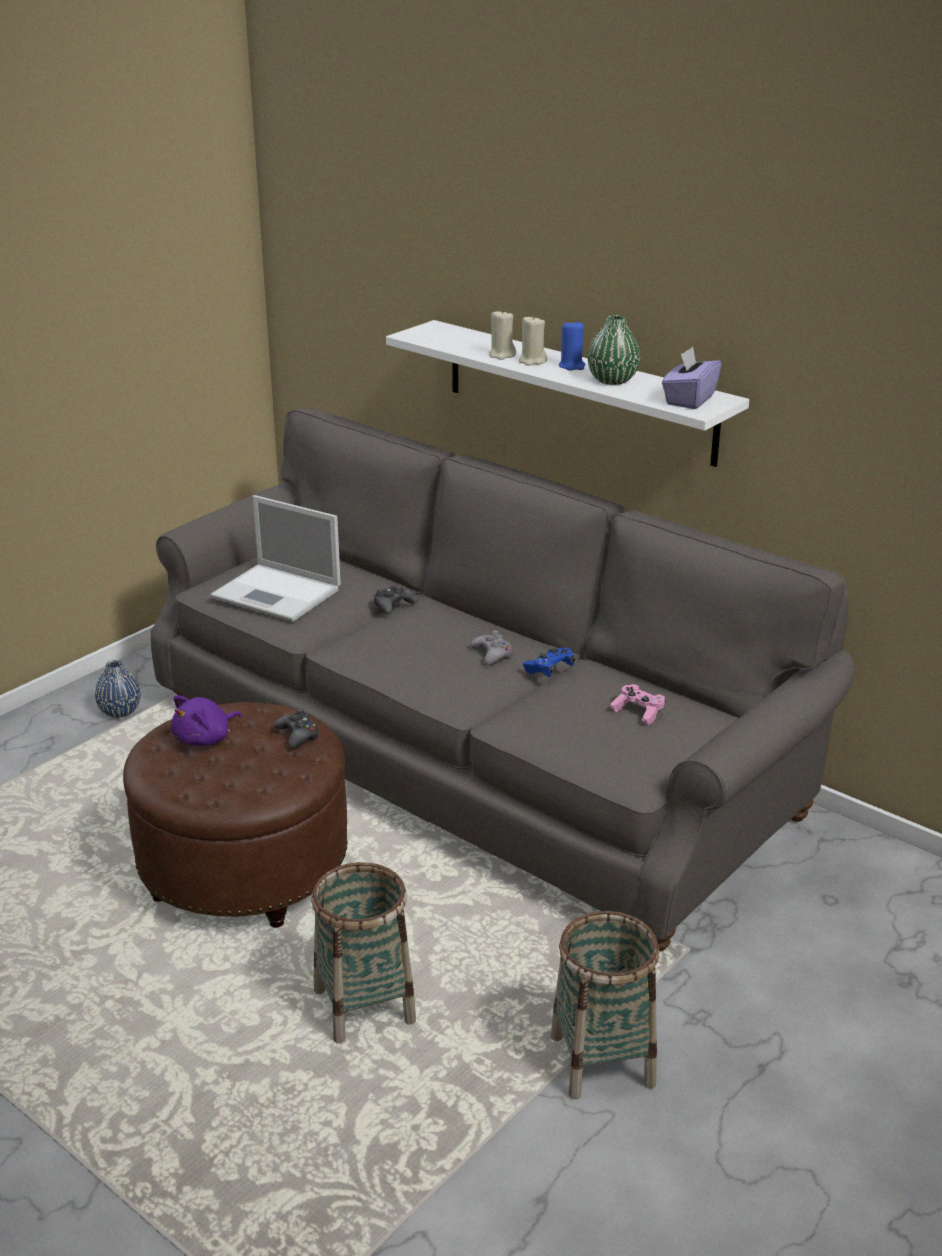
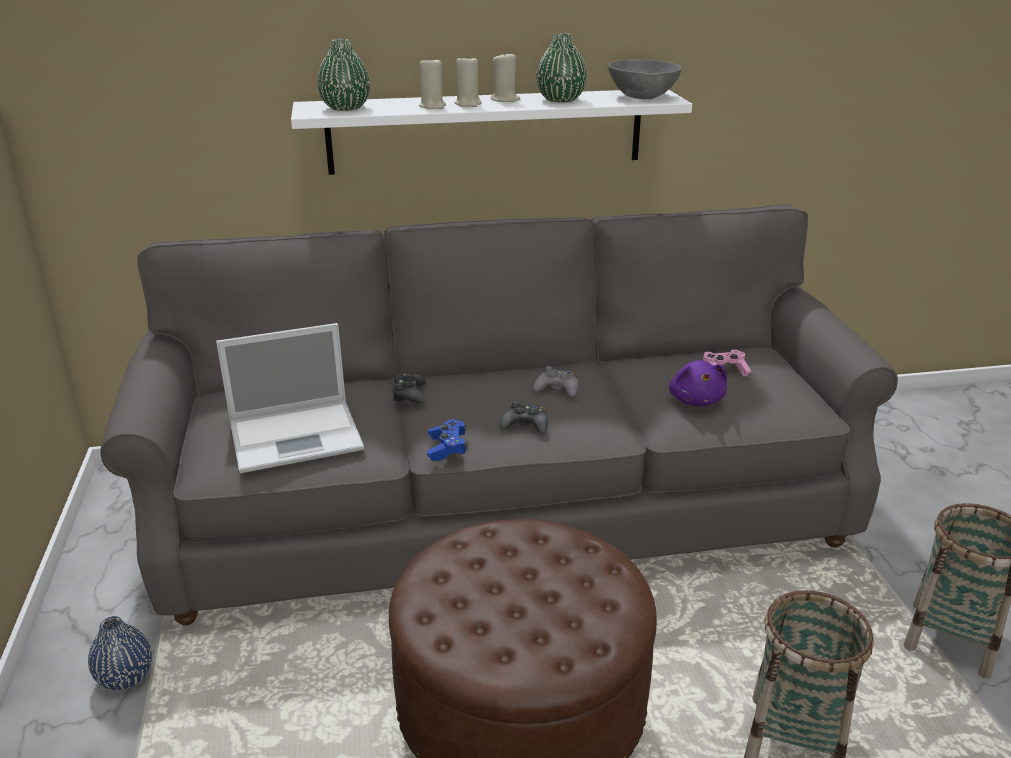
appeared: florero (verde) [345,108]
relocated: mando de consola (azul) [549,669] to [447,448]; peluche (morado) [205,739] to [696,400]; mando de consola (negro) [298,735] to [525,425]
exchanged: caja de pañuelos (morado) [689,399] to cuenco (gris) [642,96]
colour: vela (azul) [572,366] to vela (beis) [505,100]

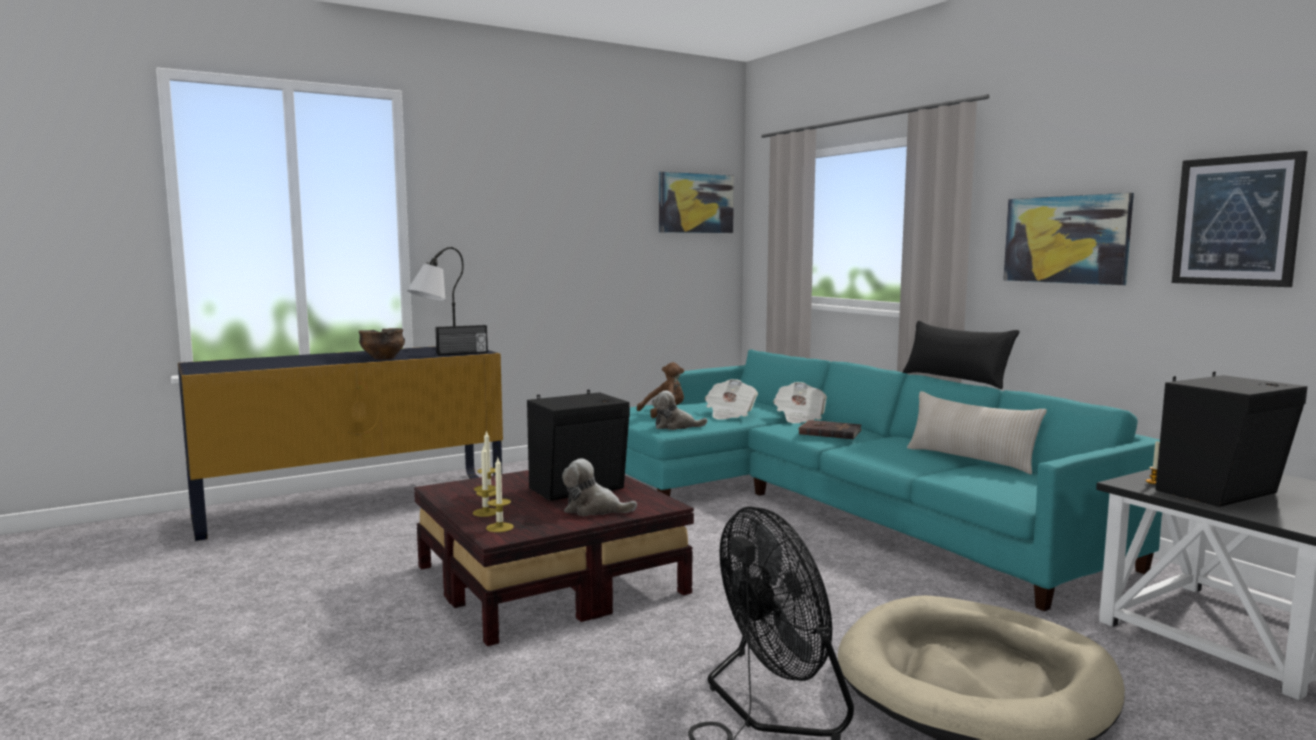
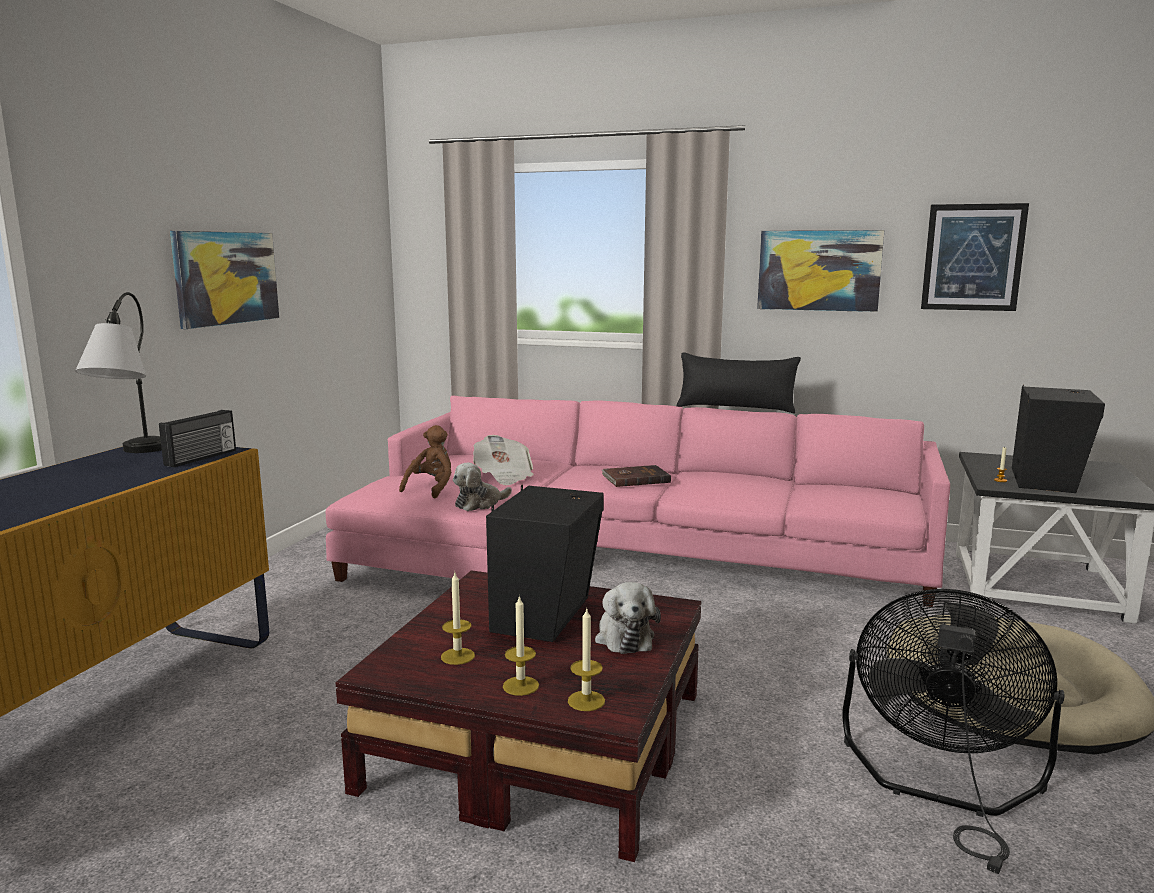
missing: cuenco [383,358]; periódico [799,418]; cojín (beis) [970,459]
relocated: cuadro [695,203] to [226,278]
colour: sofá (turquesa) [820,500] to sofá (rosa) [618,551]
spun: peluche [594,510] = [624,637] 75 degrees counterclockwise

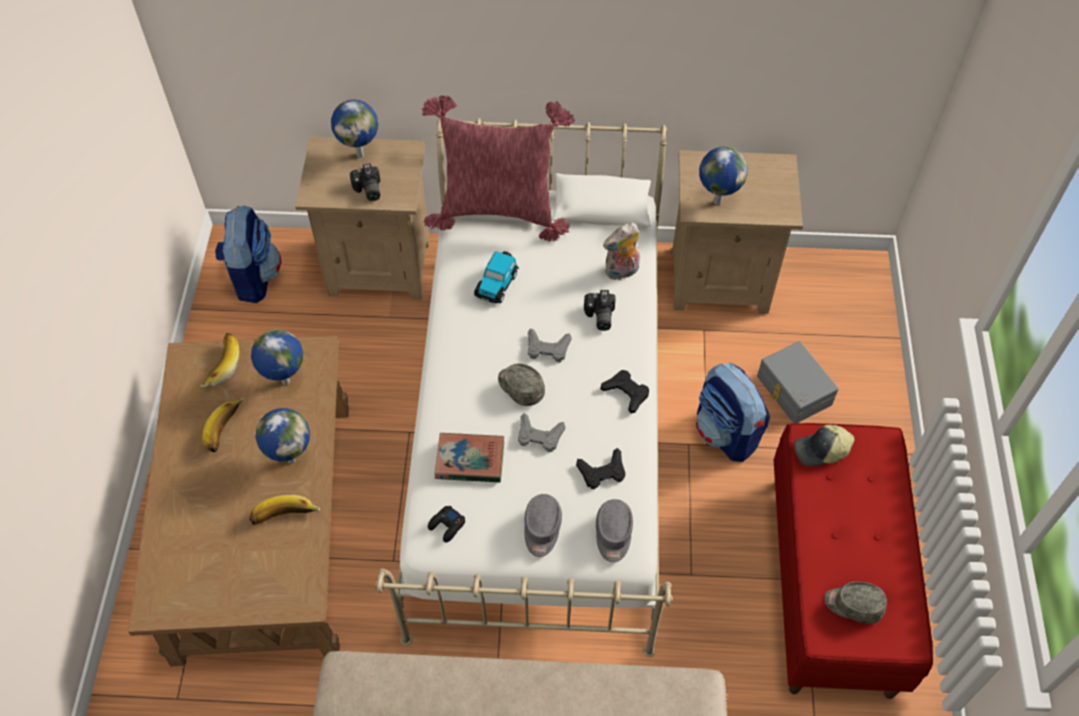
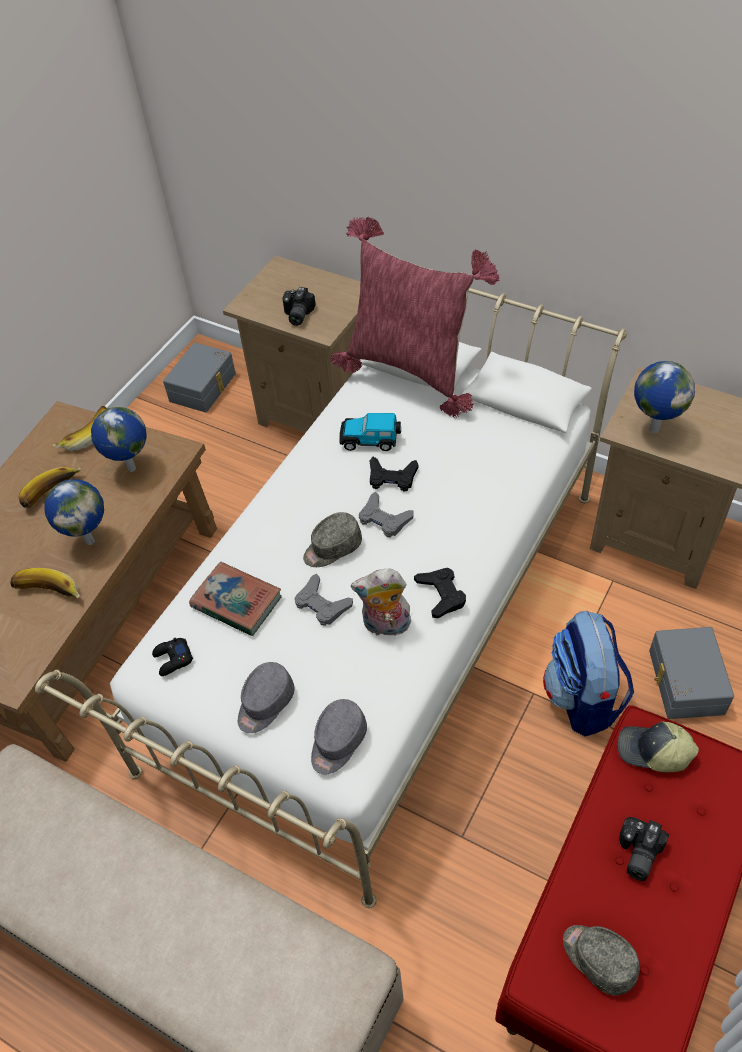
missing: globo terráqueo [360,154]
relocated: peluche [621,272] to [385,626]; cámara [599,317] to [636,853]; mando de consola (negro) [602,472] to [392,477]
exchanged: mochila [253,277] to caja de almacenaje (gris) [204,387]
spun: coche de juguete [497,284] = [370,439] 45 degrees clockwise; gorra (gris) [520,387] = [332,548] 105 degrees counterclockwise

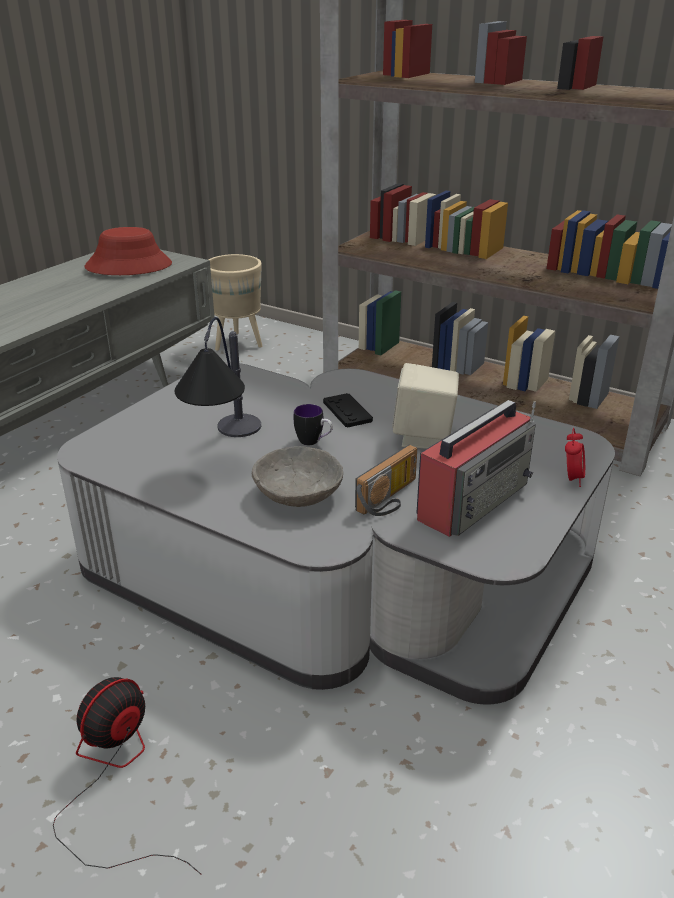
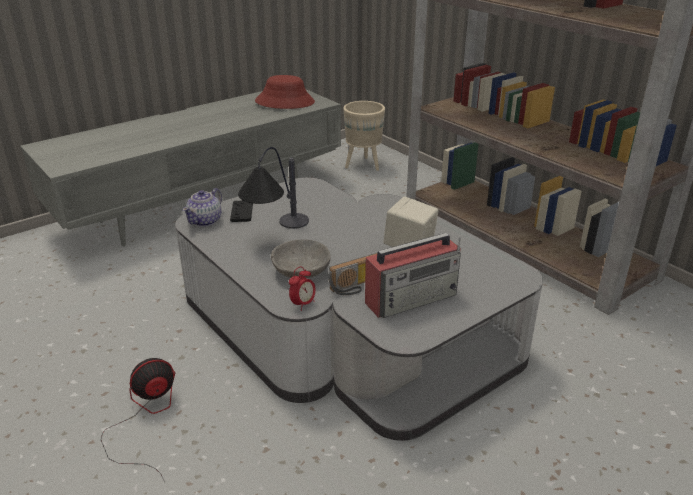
missing: taza grande [314,442]
appeared: tetera [205,221]
relocated: mando de consola (negro) [347,411] to [242,212]; despertador [571,479] to [303,304]

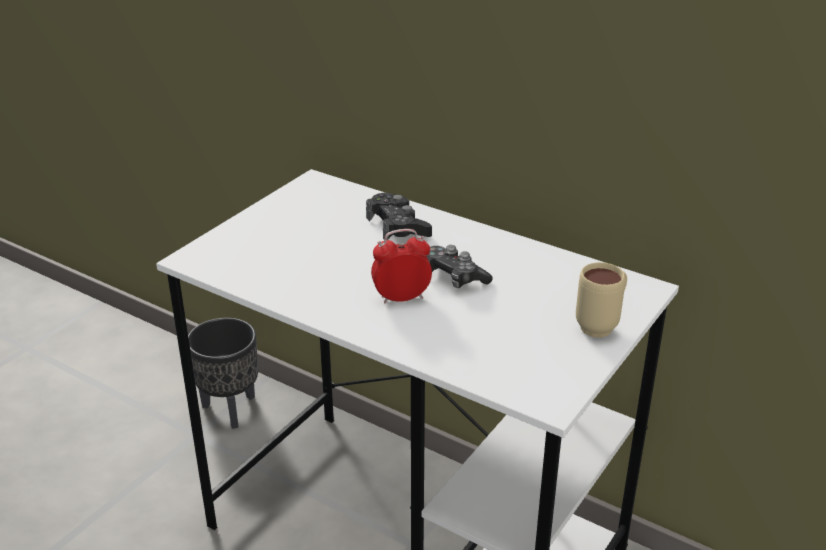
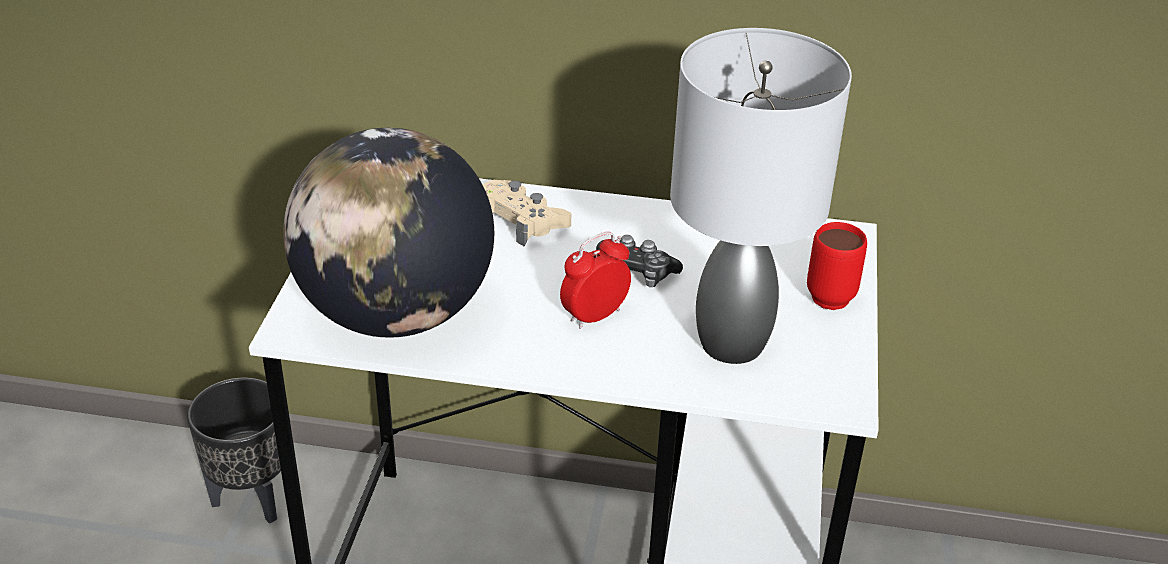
appeared: lámpara de mesa (gris) [729,344]; globo terráqueo [396,314]
colour: mando de consola (negro) [398,226] to mando de consola (beis) [521,220]; taza grande (beis) [602,325] to taza grande (rojo) [833,293]

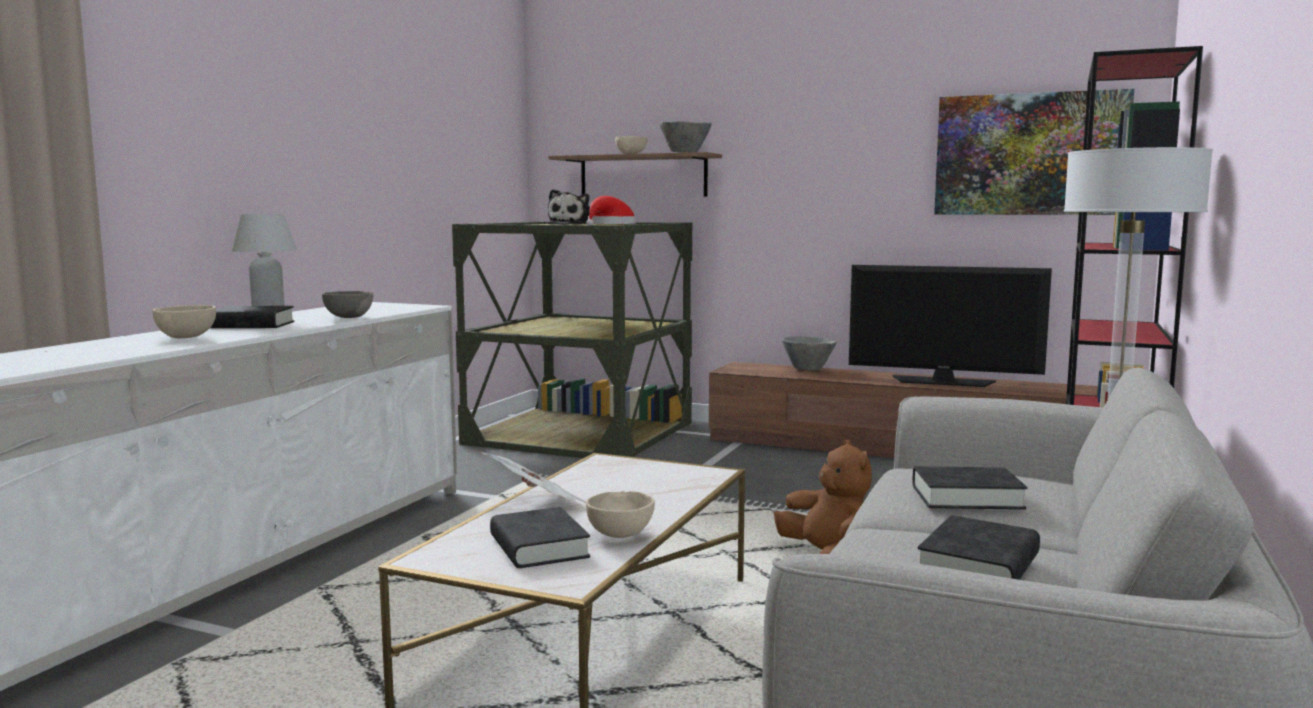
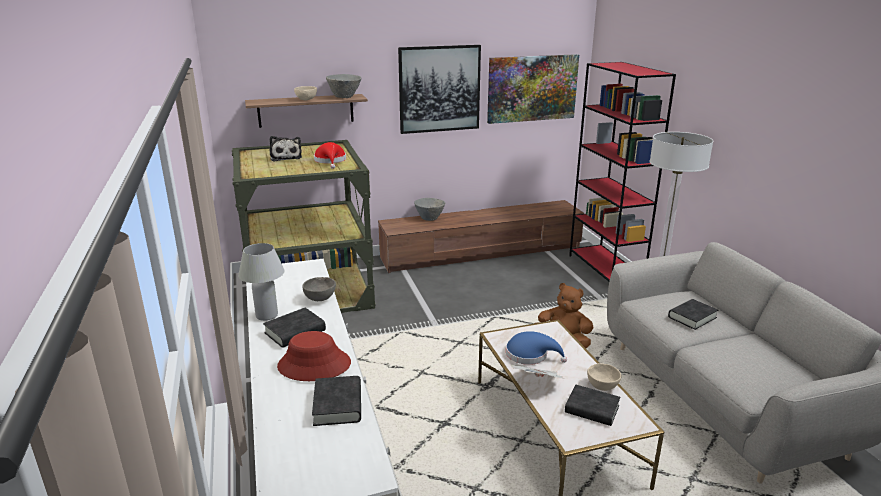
missing: televisor [943,382]
appeared: cuadro [439,89]; sombrero (azul) [530,355]
relocated: libro (negro) [979,565] to [338,405]
exchanged: cuenco (beis) [185,337] to sombrero (rojo) [314,365]

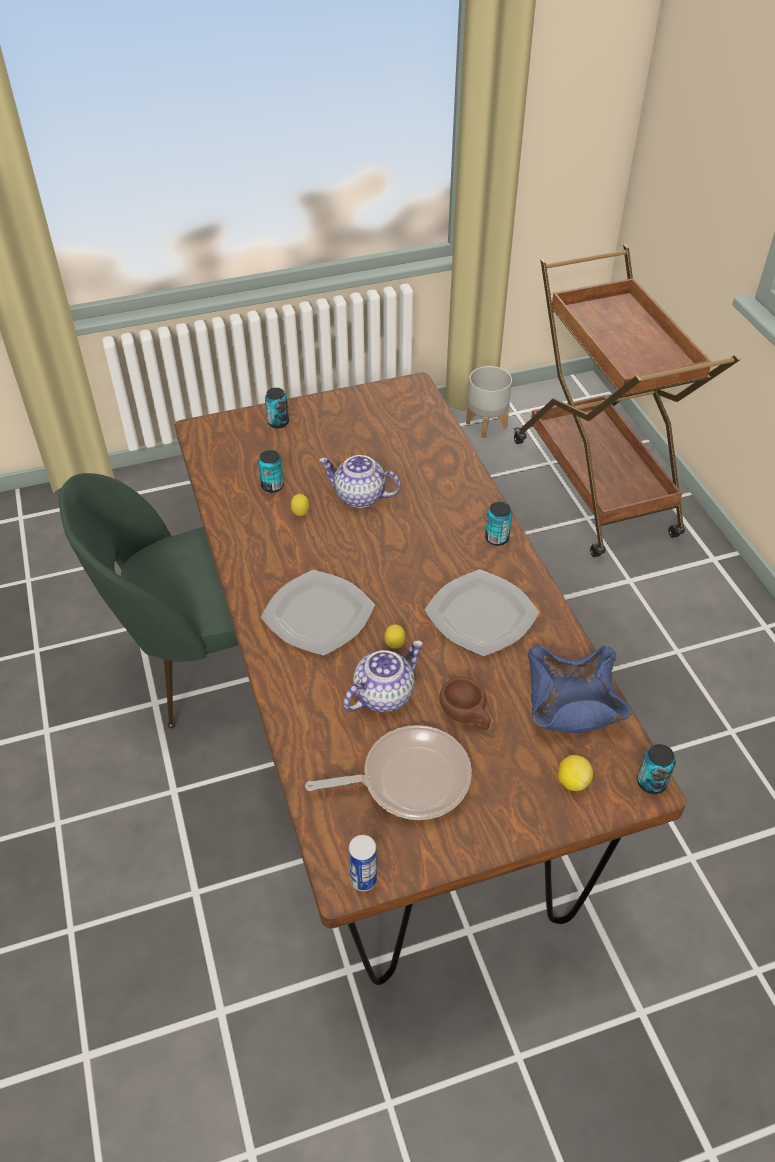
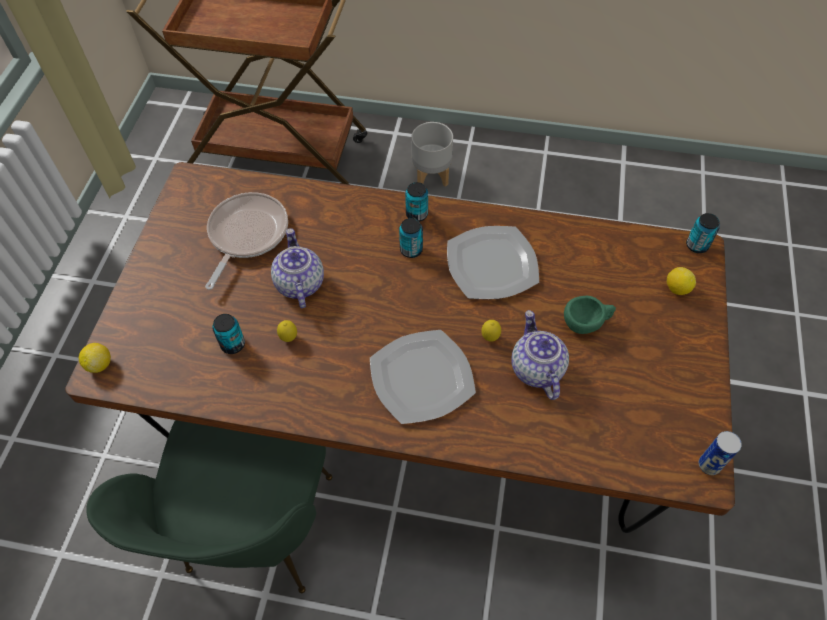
missing: cuenco (azul) [571,703]
appeared: limón [100,364]
relocated: maceta (gris) [487,425] to [432,176]; lata [278,422] to [411,250]; sartén [409,779] to [246,235]
colour: taza (marrón) [466,716] to taza (verde) [587,323]
spun: tetera [359,496] = [299,283] 120 degrees clockwise

